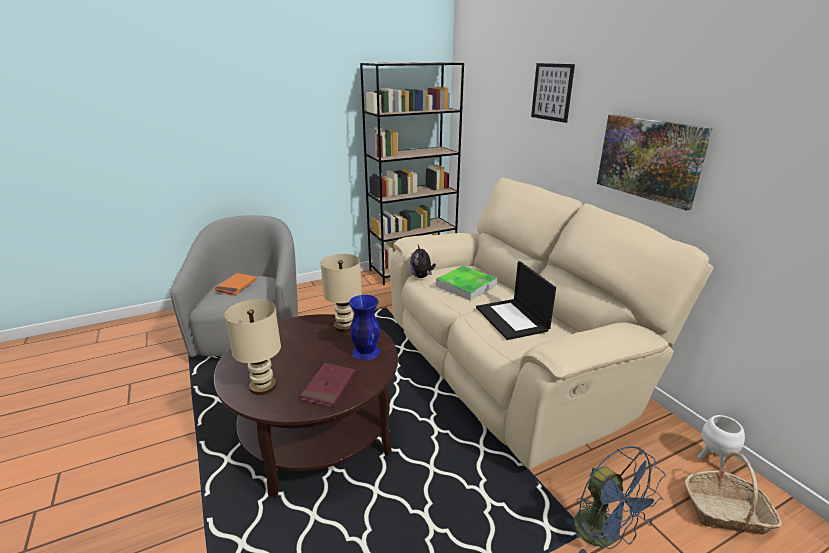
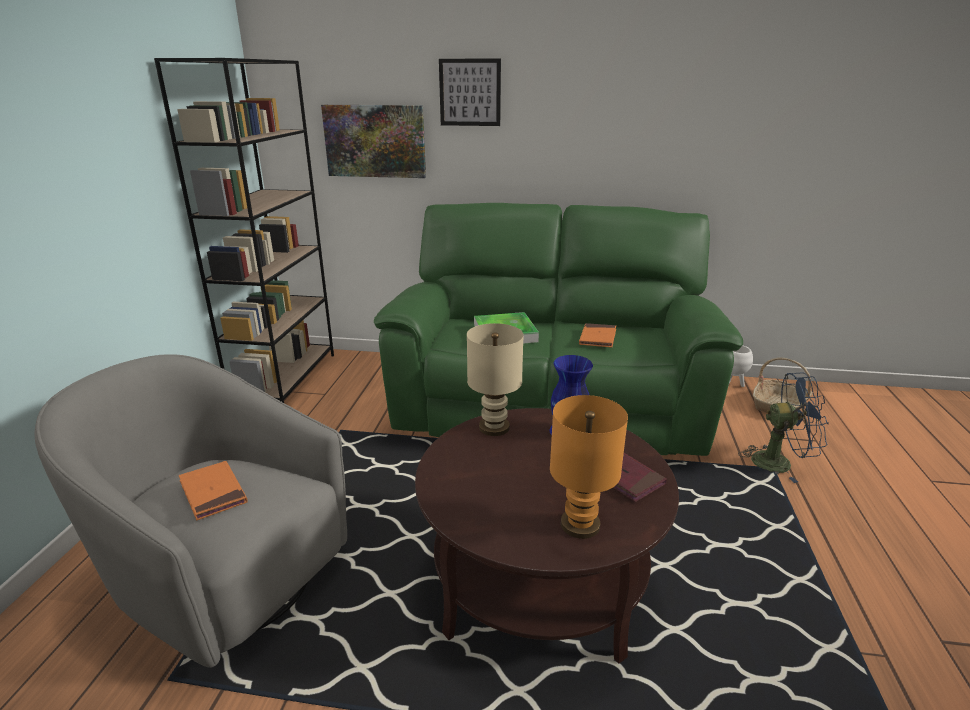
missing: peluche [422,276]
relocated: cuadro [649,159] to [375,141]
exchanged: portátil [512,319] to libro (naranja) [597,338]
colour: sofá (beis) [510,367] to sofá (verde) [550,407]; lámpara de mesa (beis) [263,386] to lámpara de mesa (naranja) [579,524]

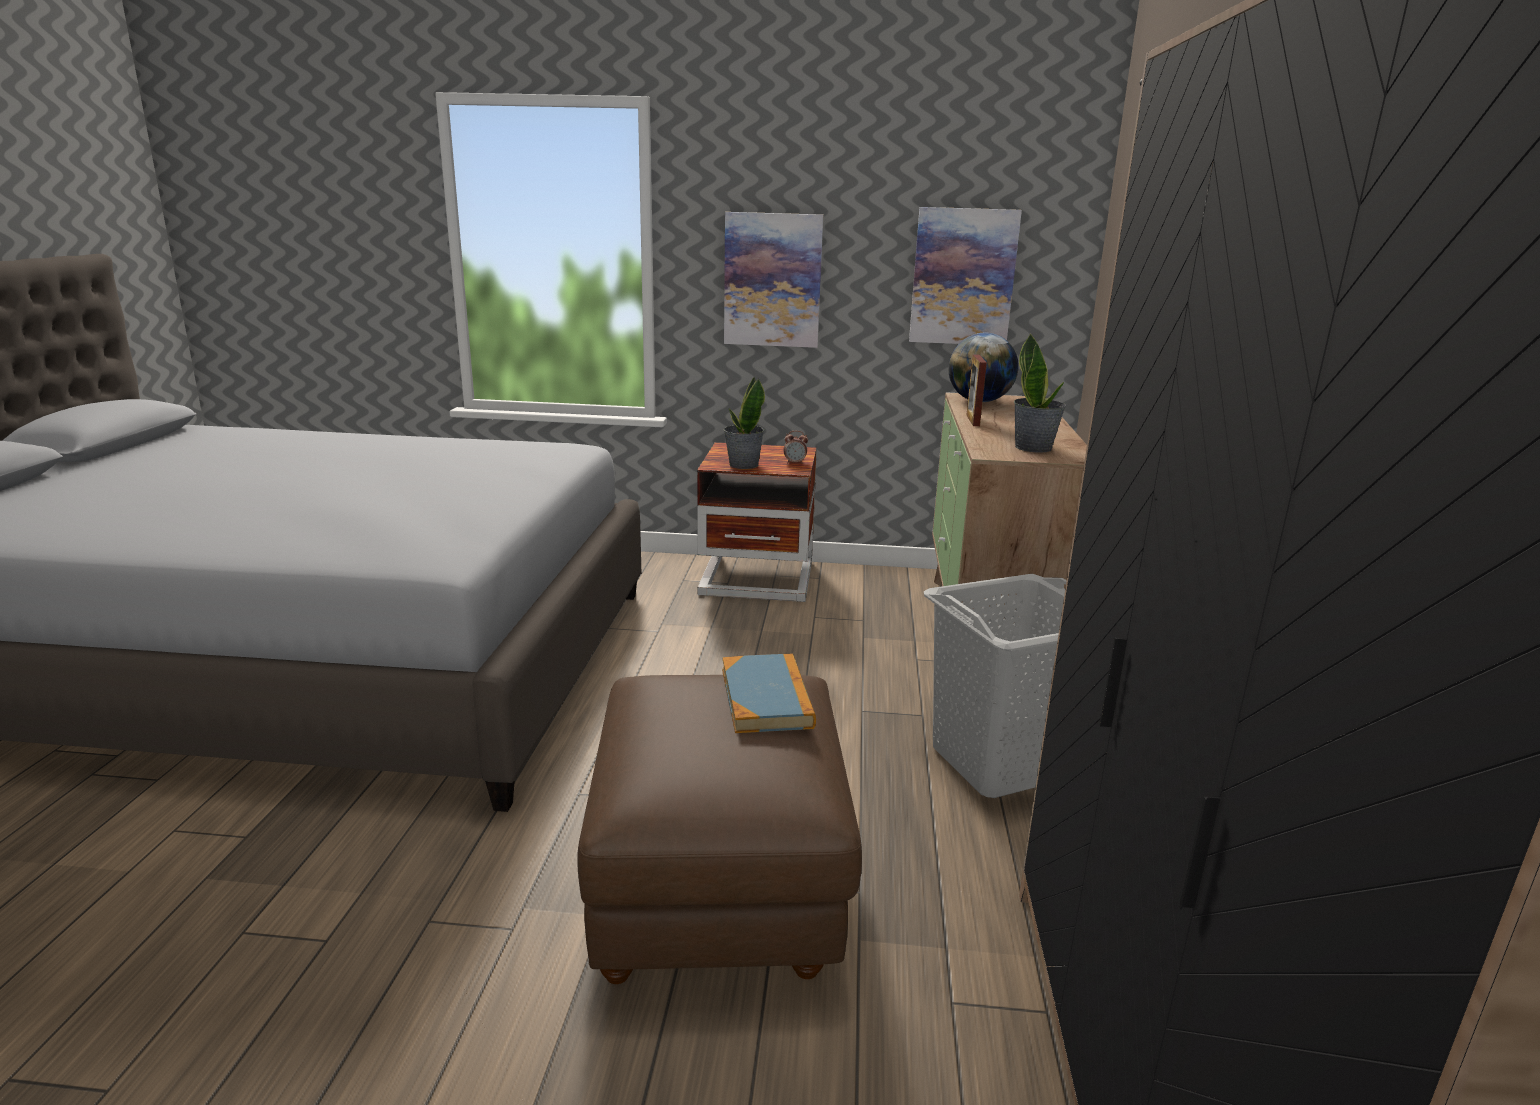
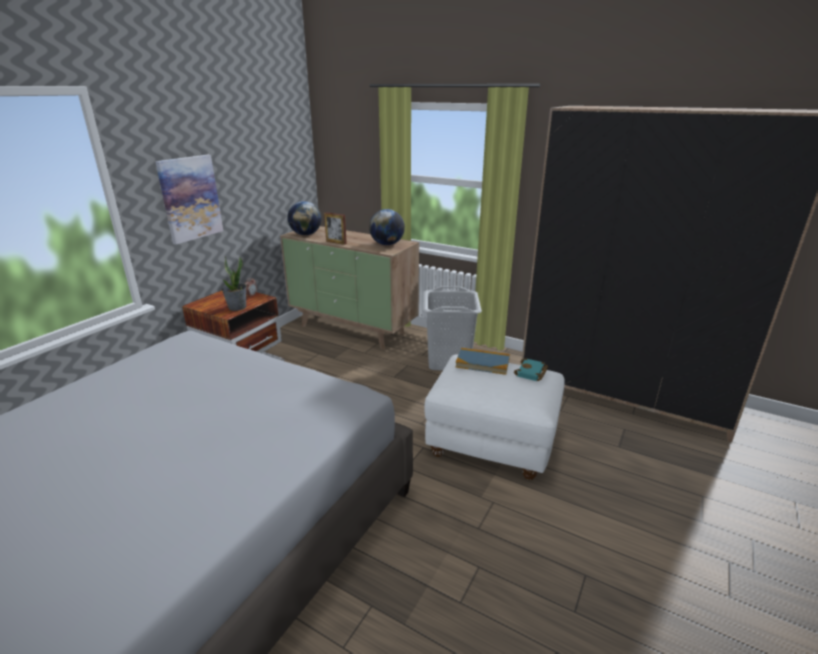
missing: cuadro [963,277]
appeared: libro (turquesa) [531,373]
exchanged: planta en maceta [1034,448] to globo terráqueo [387,244]
colour: puf (marrón) [719,891] to puf (blanco) [492,442]

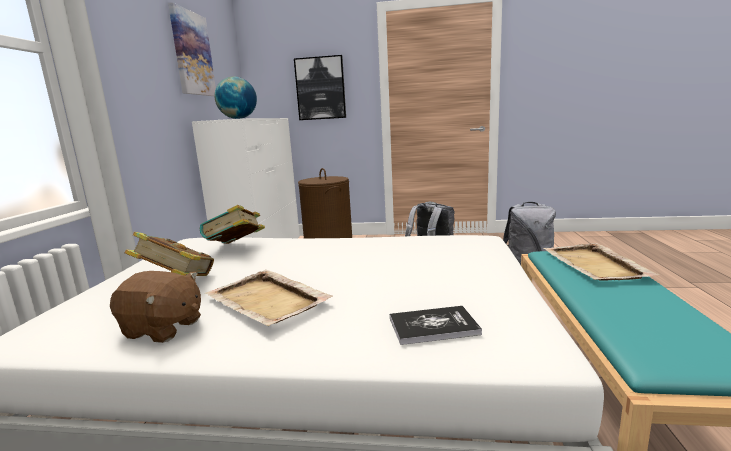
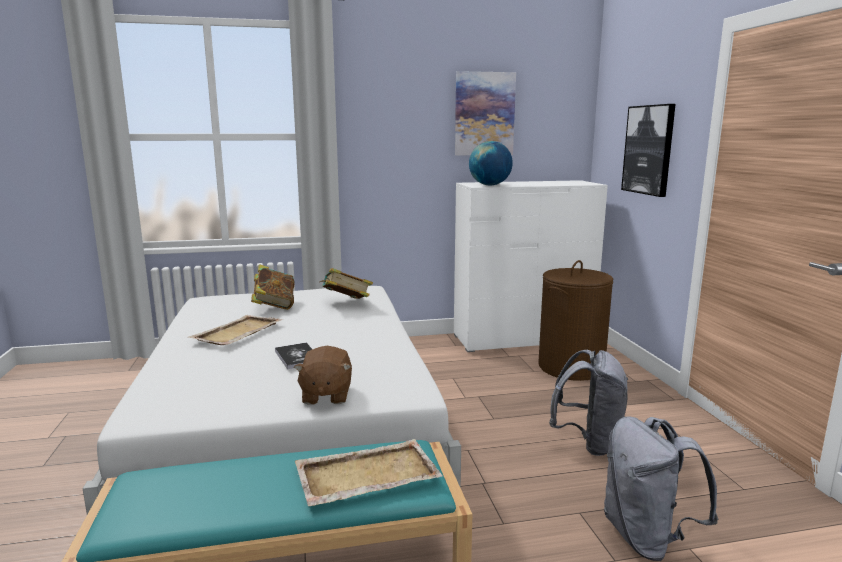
relocated: peluche (marrón) [163,328] to [325,395]; libro [433,326] to [297,357]

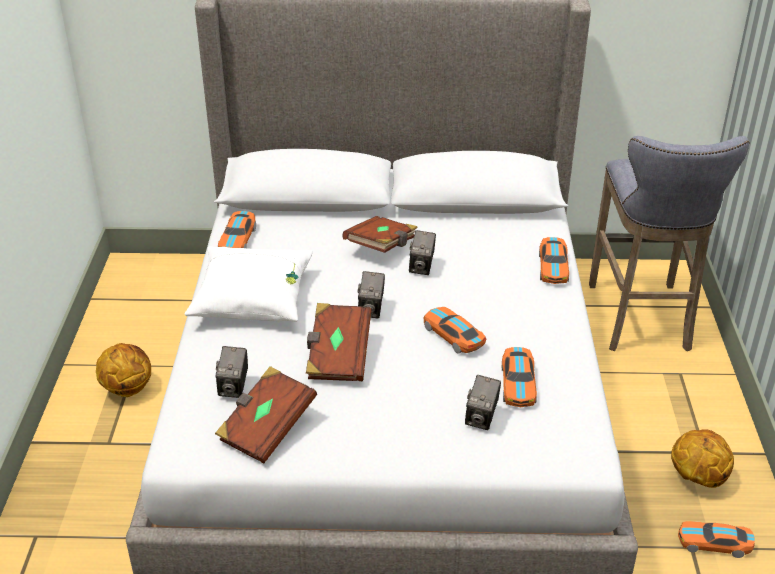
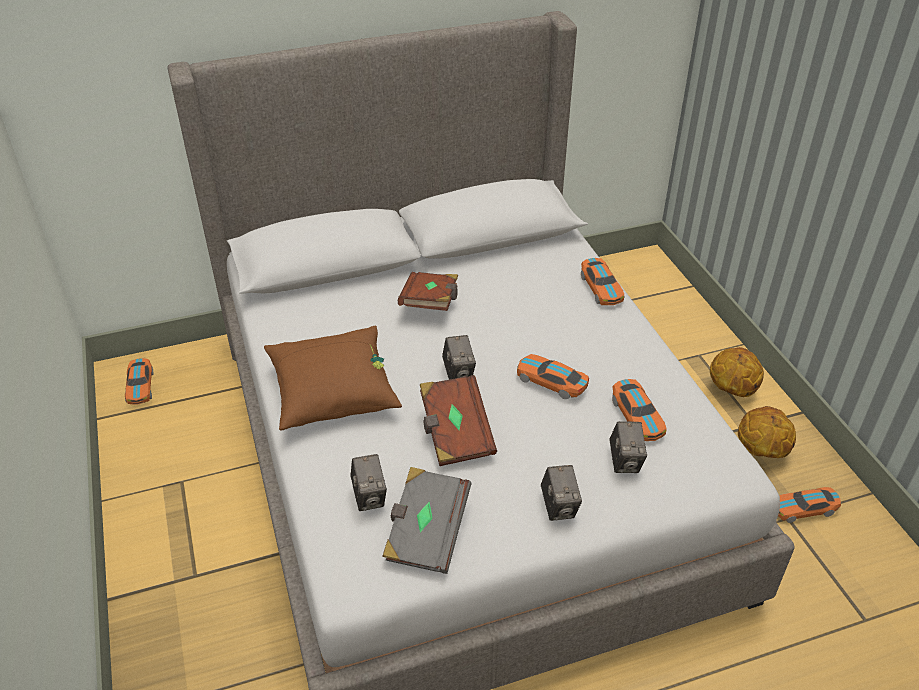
missing: taburete (gris) [641,320]
relocated: coche de juguete [237,239] to [140,386]; cámara [421,267] to [559,506]; balón de baloncesto [127,388] to [731,389]
colour: cojín (blanco) [252,300] to cojín (marrón) [332,392]; libro (marrón) [266,428] to libro (gris) [426,532]

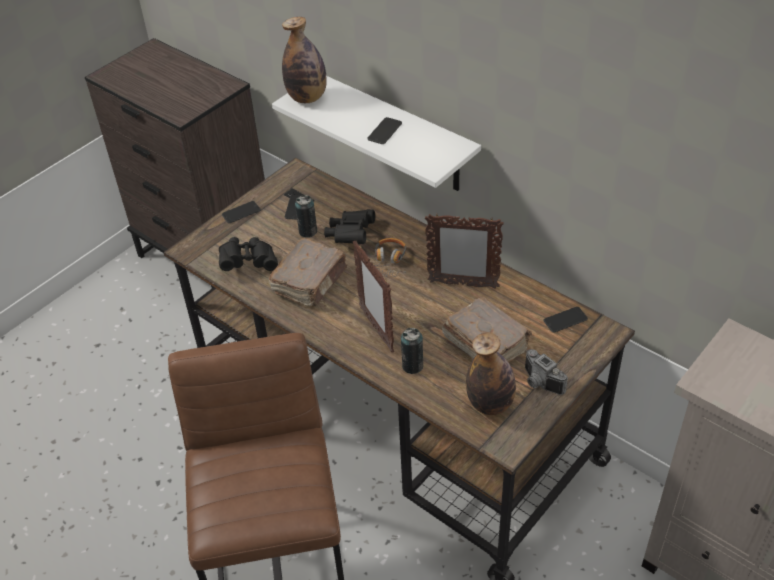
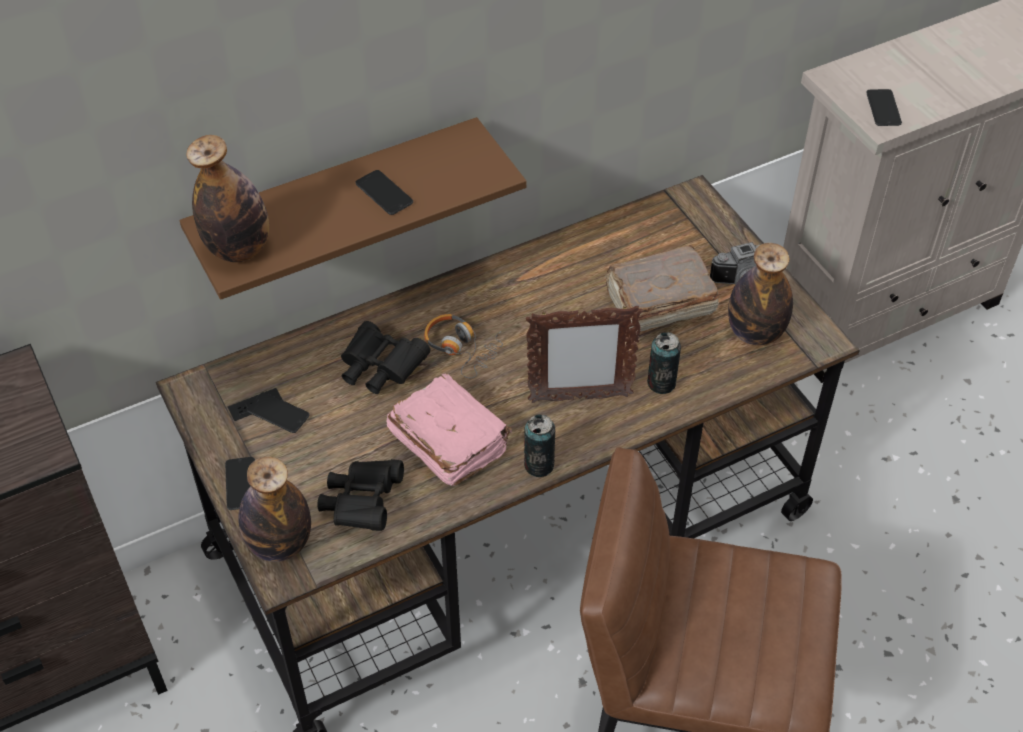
missing: portarretratos [462,284]
appeared: botella [280,544]
relocated: lata [308,231] to [539,465]; móvil [565,320] to [883,108]
colour: estante (blanco) [397,134] to estante (marrón) [337,204]; libro (marrón) [310,281] to libro (rosa) [448,441]

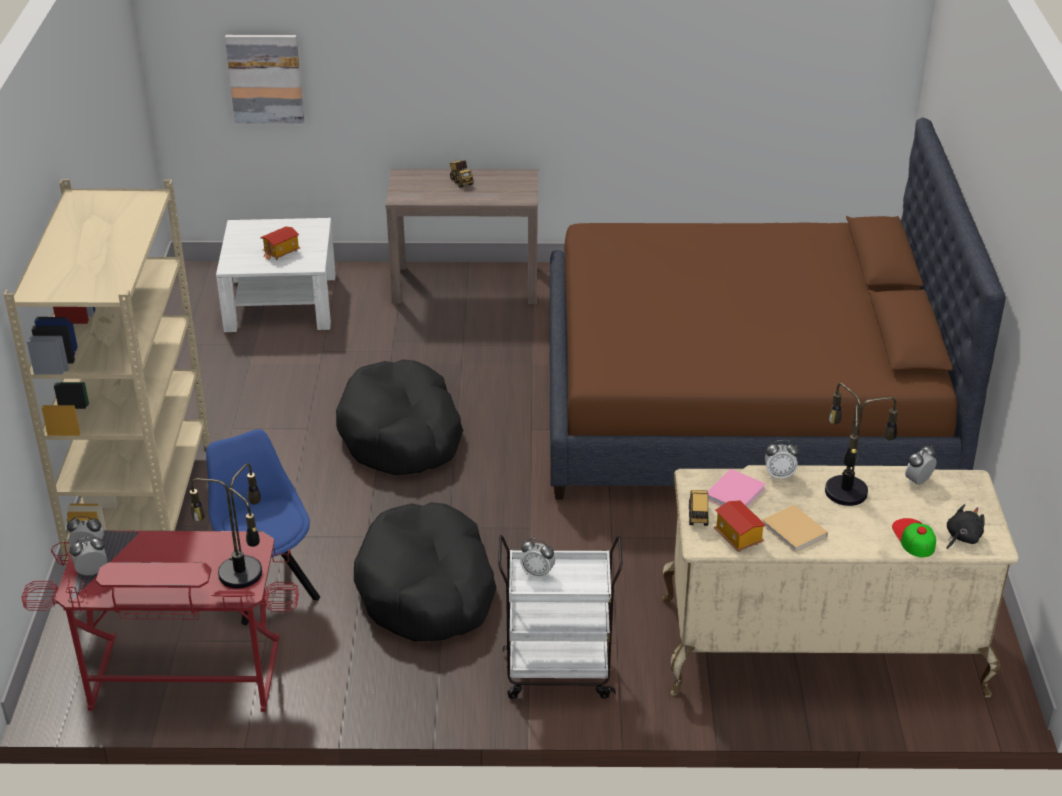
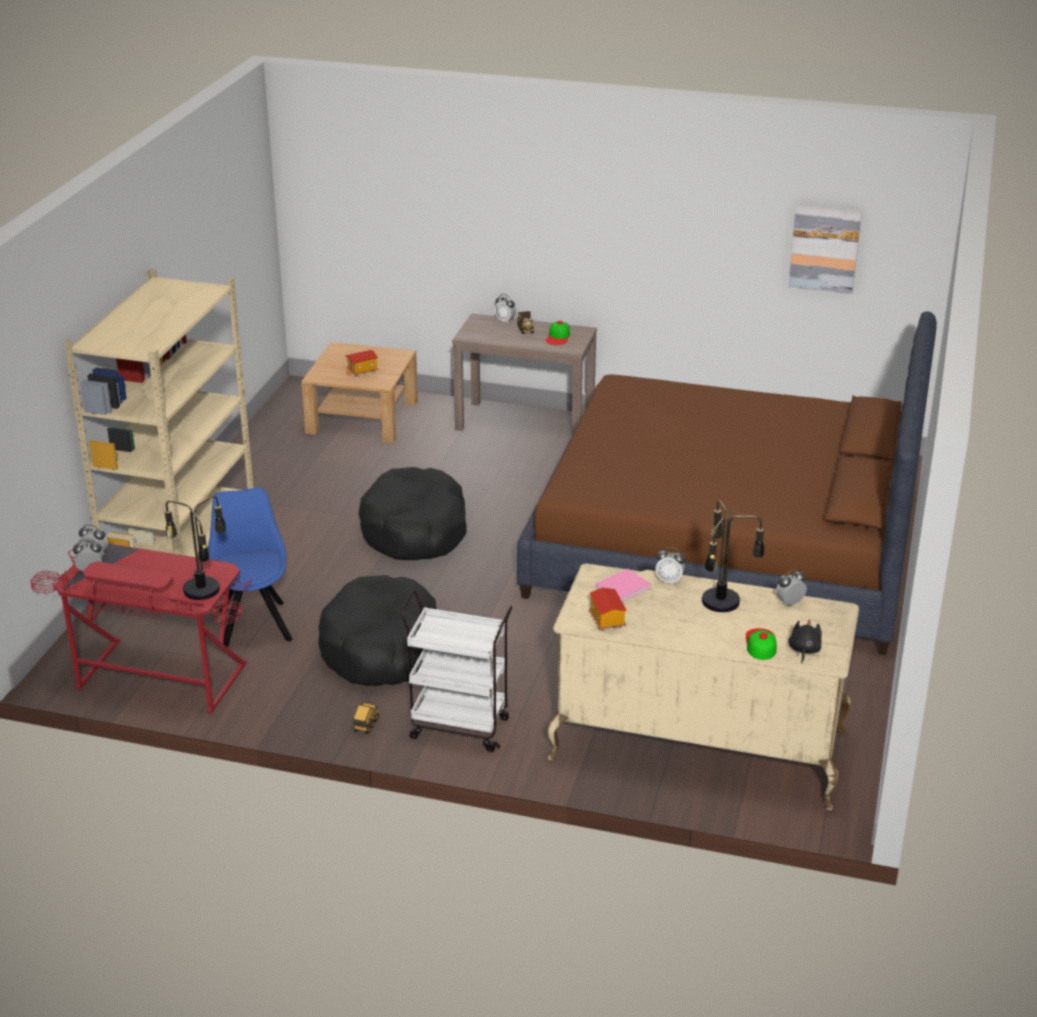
missing: libro (beis) [795,531]
appeared: gorra [558,337]
relocated: cuadro [265,78] to [824,248]; camión de juguete [698,516] to [366,726]; despertador [537,574] to [505,321]
colour: mesa de centro (blanco) [281,302] to mesa de centro (marrón) [362,417]
spun: peluche (negro) [961,537] = [804,650] 45 degrees counterclockwise

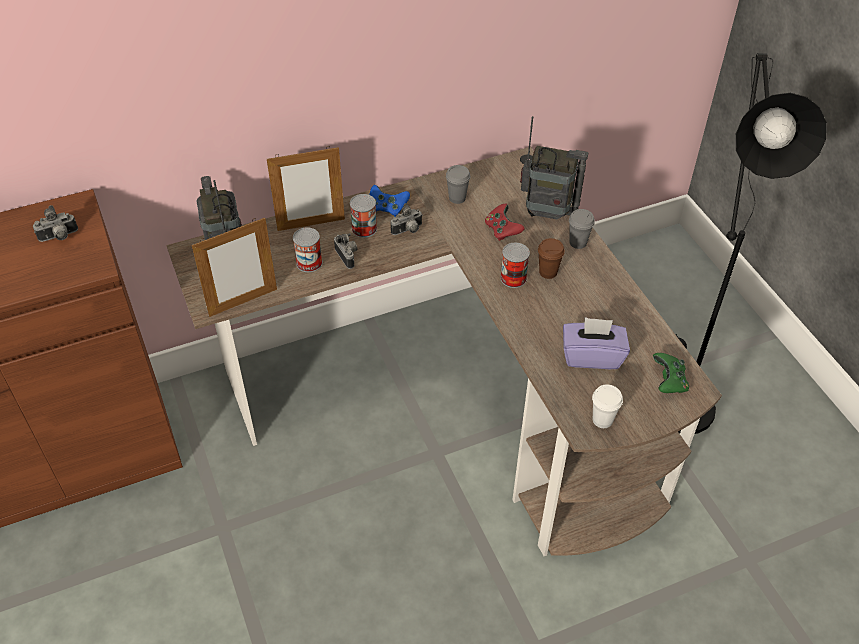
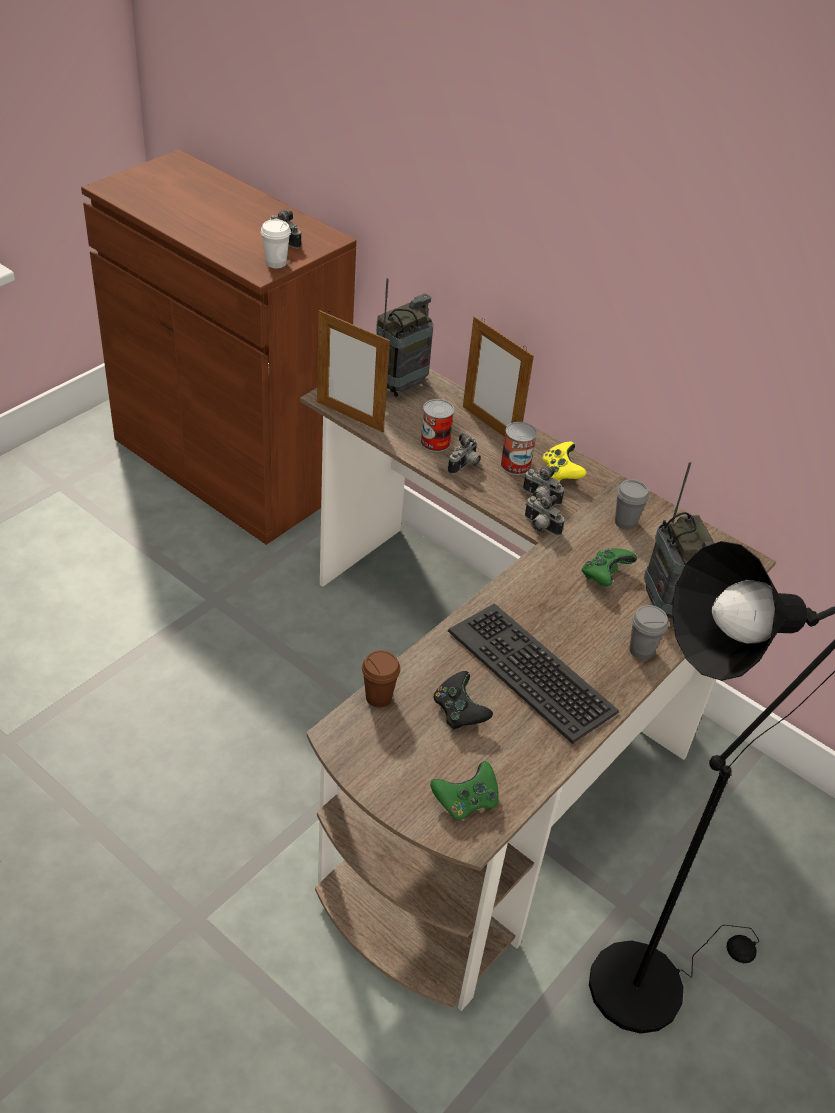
missing: lata [513,278]
appeared: cámara [540,527]; teclado [532,671]
relocated: taza (marrón) [548,272] to [378,697]; taza (blanco) [602,420] to [276,263]
exchanged: caja de pañuelos (morado) [592,356] to mando de consola (negro) [459,712]
colour: mando de consola (azul) [387,208] to mando de consola (amarillo) [561,472]; mando de consola (rojo) [502,230] to mando de consola (verde) [604,575]

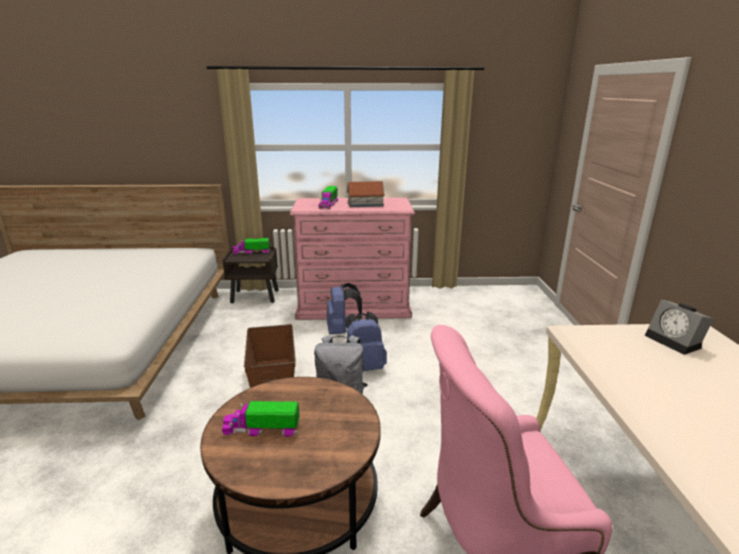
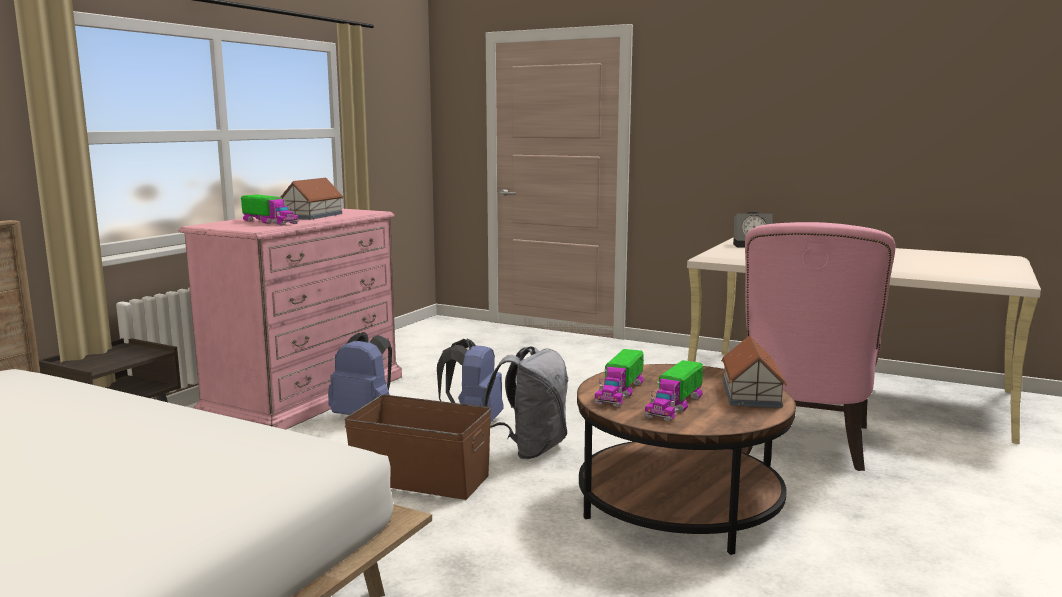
appeared: casita [751,393]
relocated: camión de juguete [252,252] to [620,392]

